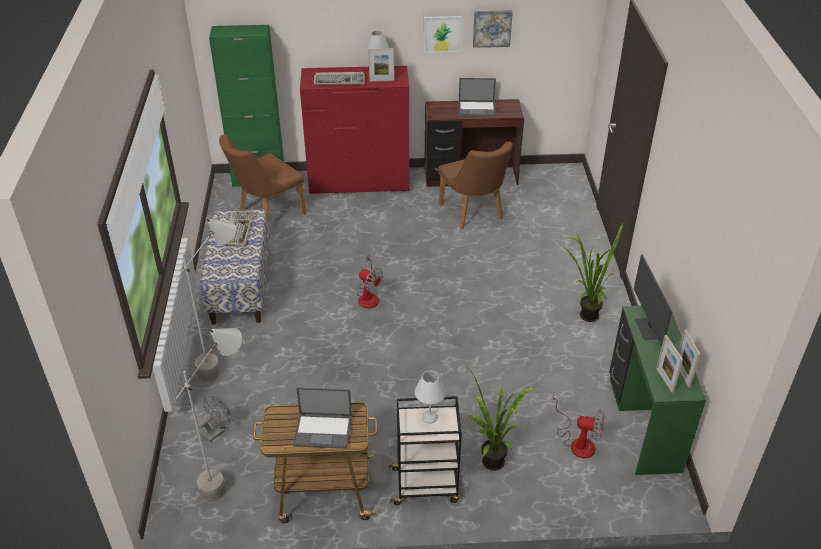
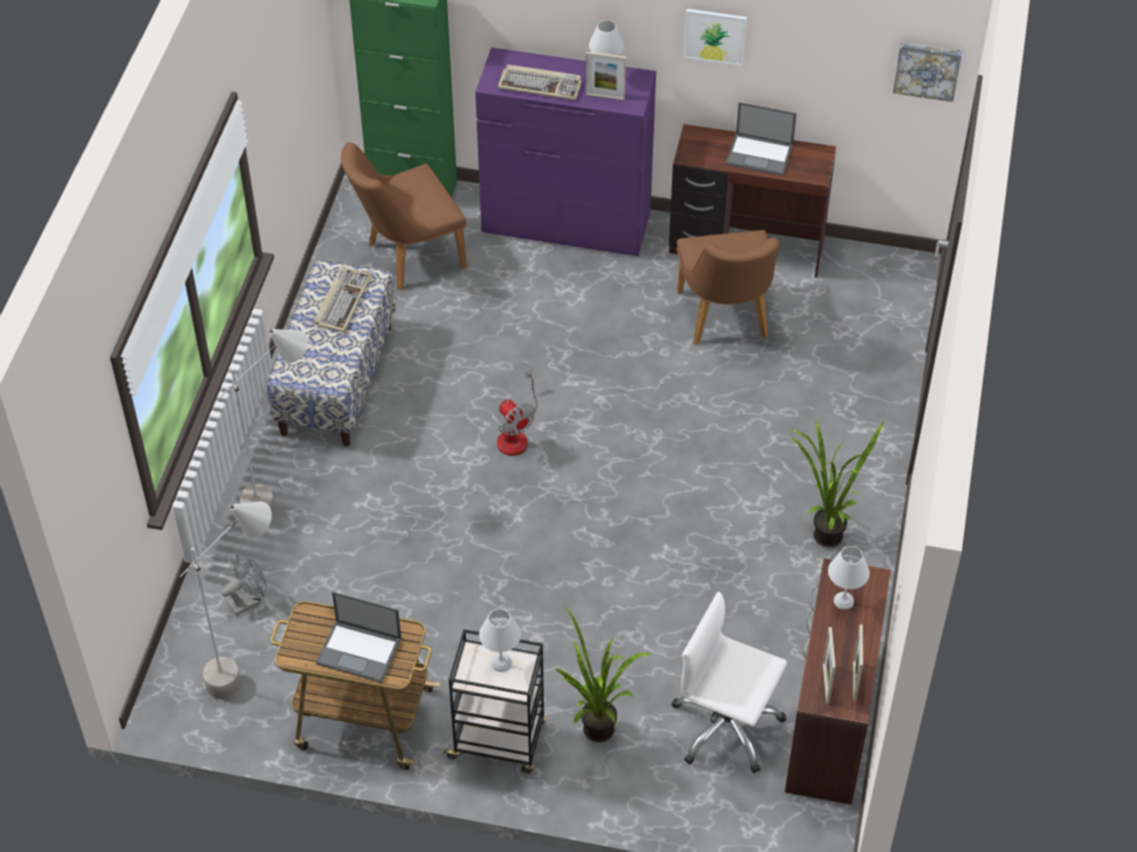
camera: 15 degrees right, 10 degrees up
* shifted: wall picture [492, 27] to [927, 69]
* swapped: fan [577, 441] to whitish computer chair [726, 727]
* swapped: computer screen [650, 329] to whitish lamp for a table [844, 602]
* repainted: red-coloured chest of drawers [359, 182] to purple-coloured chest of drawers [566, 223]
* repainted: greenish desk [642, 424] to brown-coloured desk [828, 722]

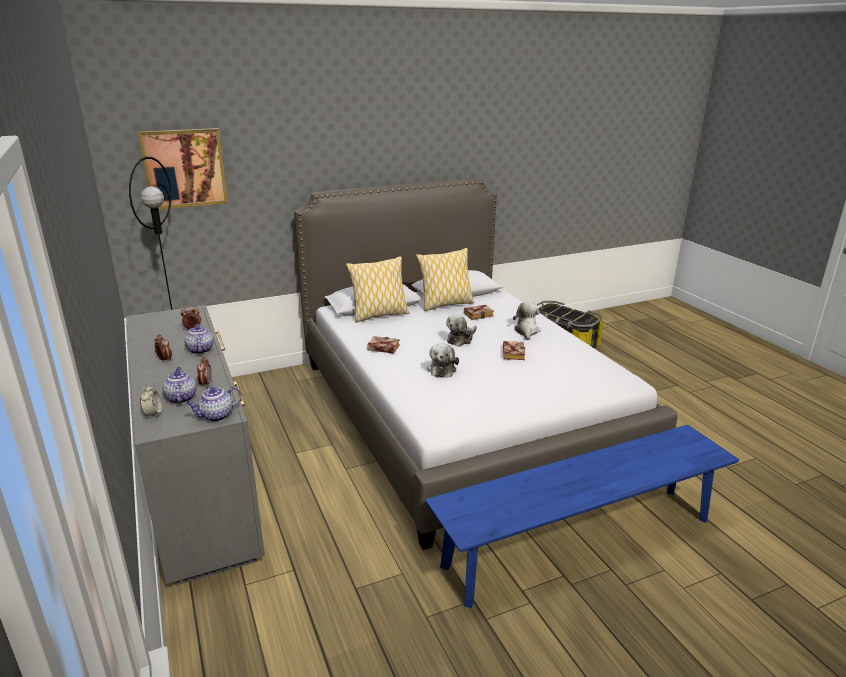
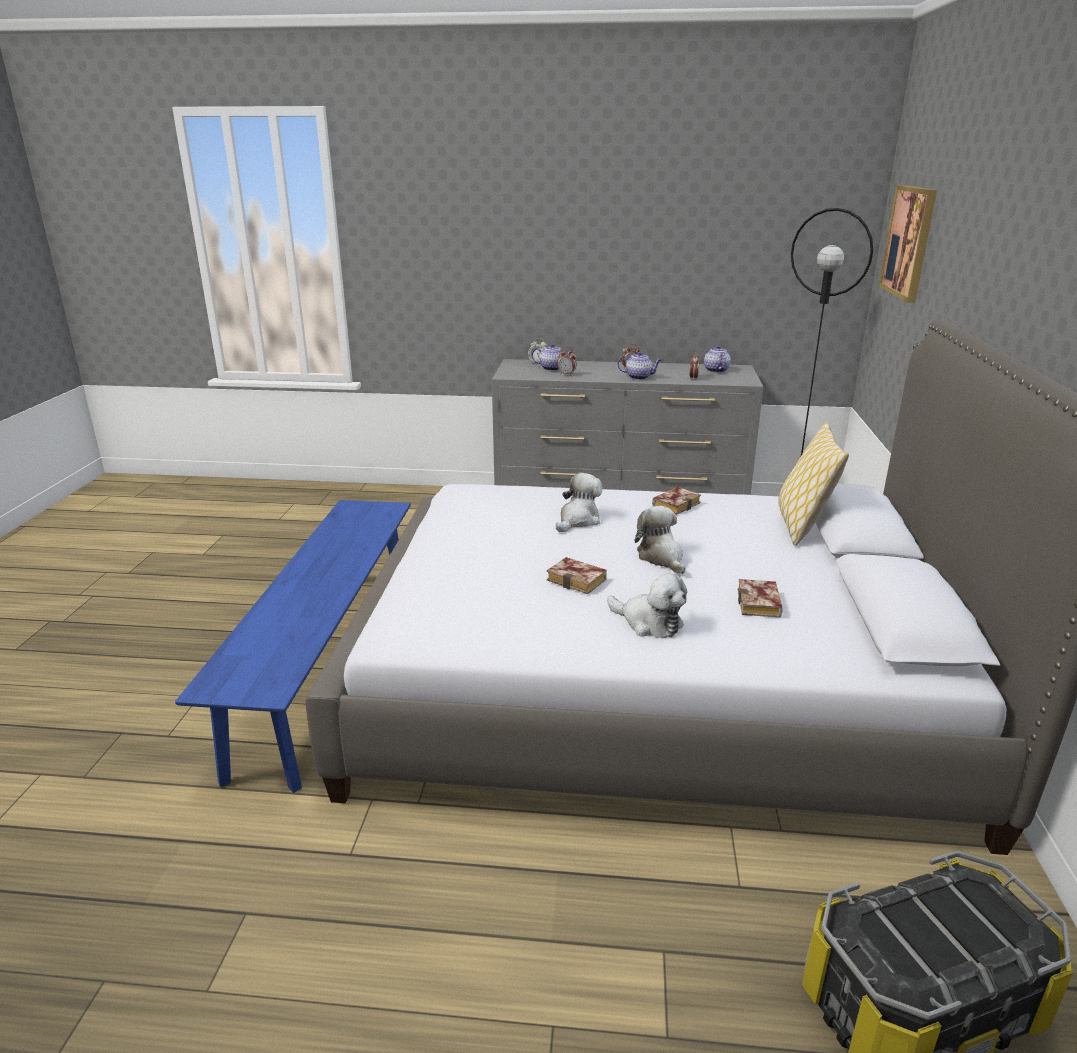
camera: 120 degrees right, 0 degrees up
* gone: pillow [445, 304]
* shifted: pot for tea [216, 416] to [715, 370]
* rotated: soft toy [442, 369] = [578, 520] 90 degrees clockwise

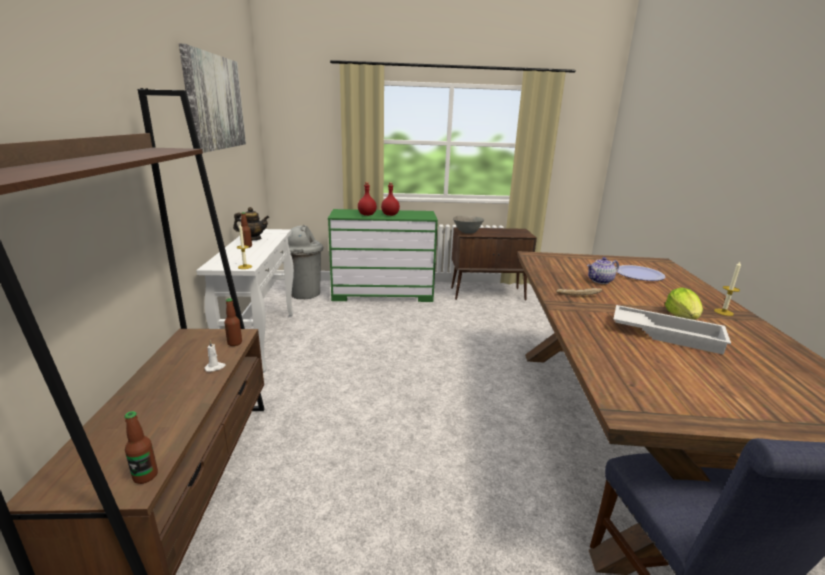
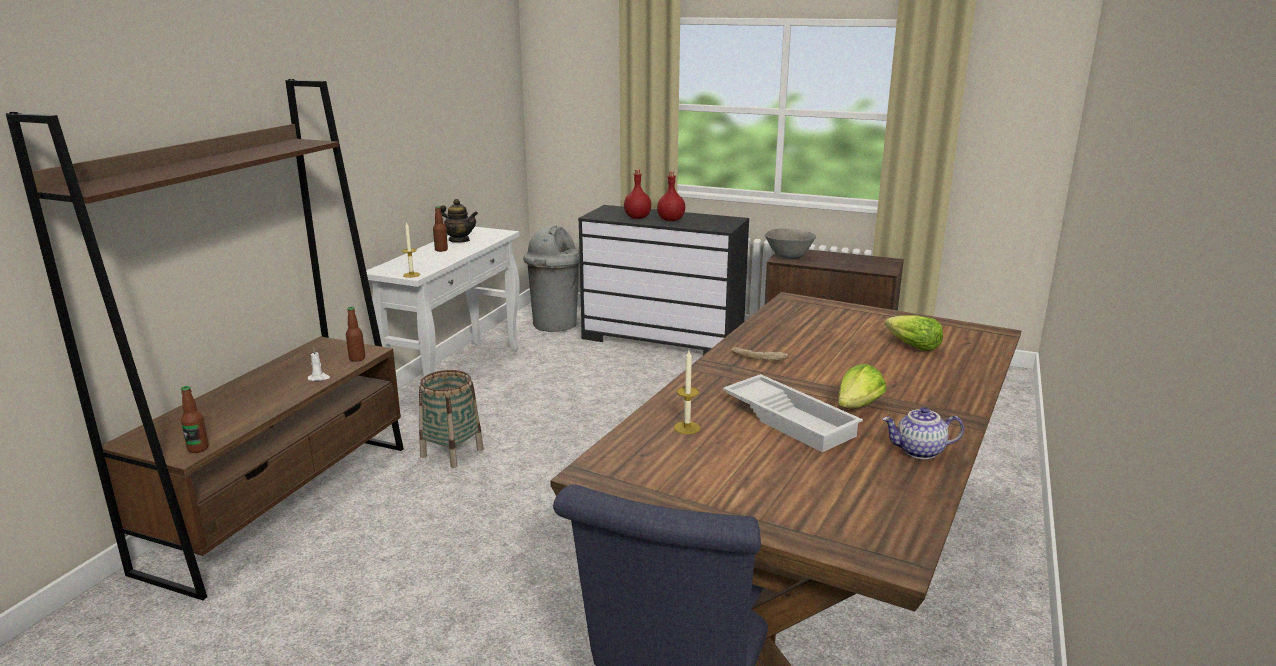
camera: 25 degrees right, 0 degrees up
* gone: wall picture [215, 102]
* new: storage basket [452, 453]
* shifted: pot for tea [600, 281] to [919, 452]
* shifted: wax light [723, 312] to [687, 428]
* swapped: plate [639, 274] to lettuce head [912, 346]
* repainted: greenish chest of drawers [383, 293] to black-coloured chest of drawers [663, 338]

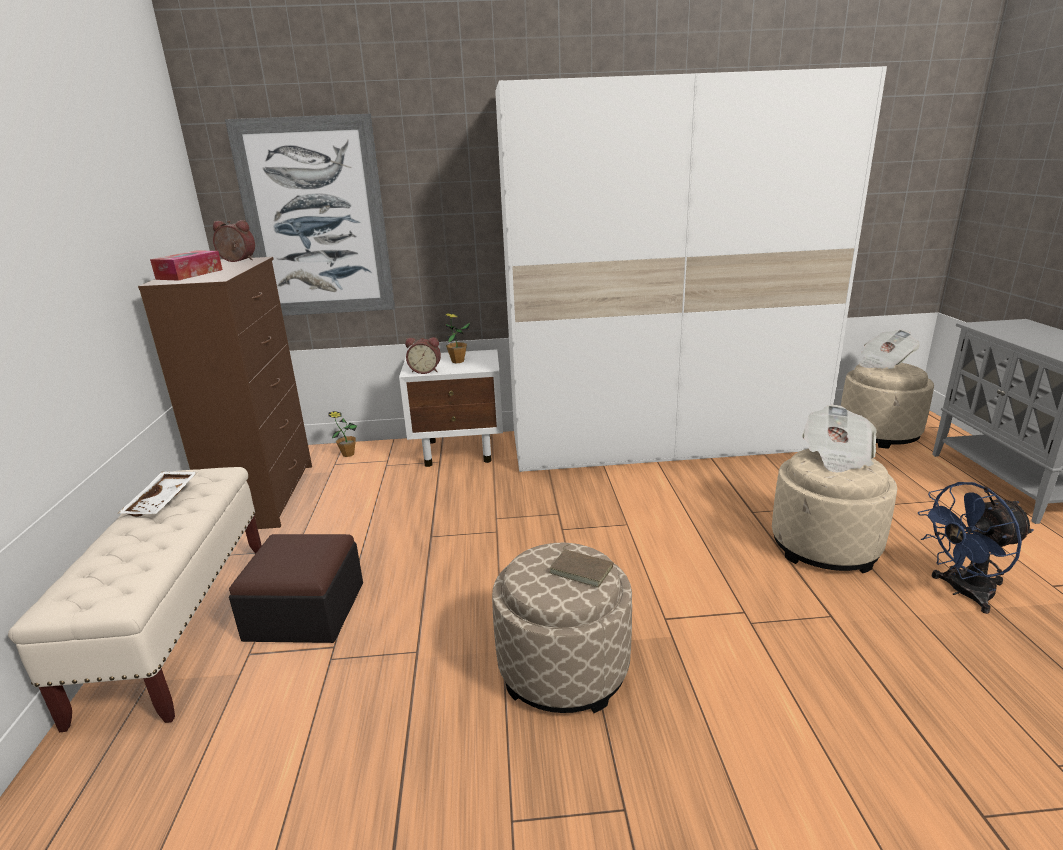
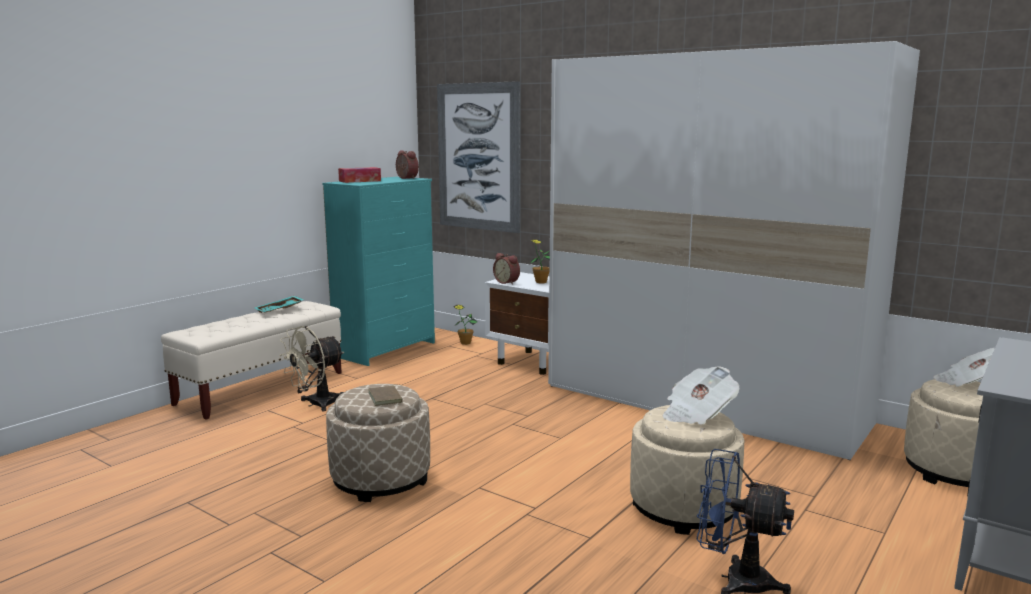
camera: 40 degrees right, 10 degrees down
* swapped: pouffe [305, 611] to sand-coloured fan [316, 404]
* repainted: whitish tray [163, 501] to blue-green tray [280, 310]
* repainted: brown-coloured chest of drawers [266, 496] to blue-green chest of drawers [387, 349]

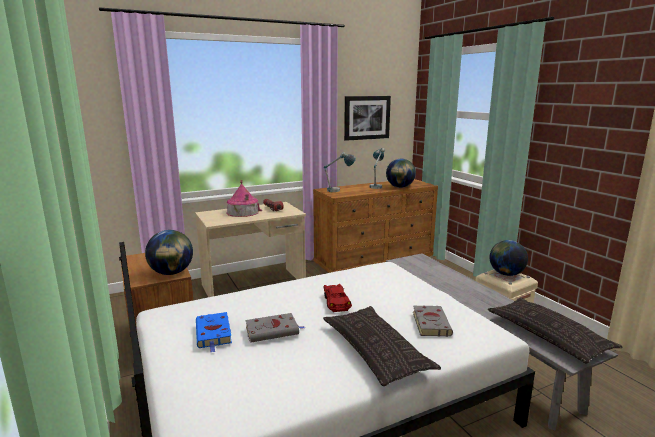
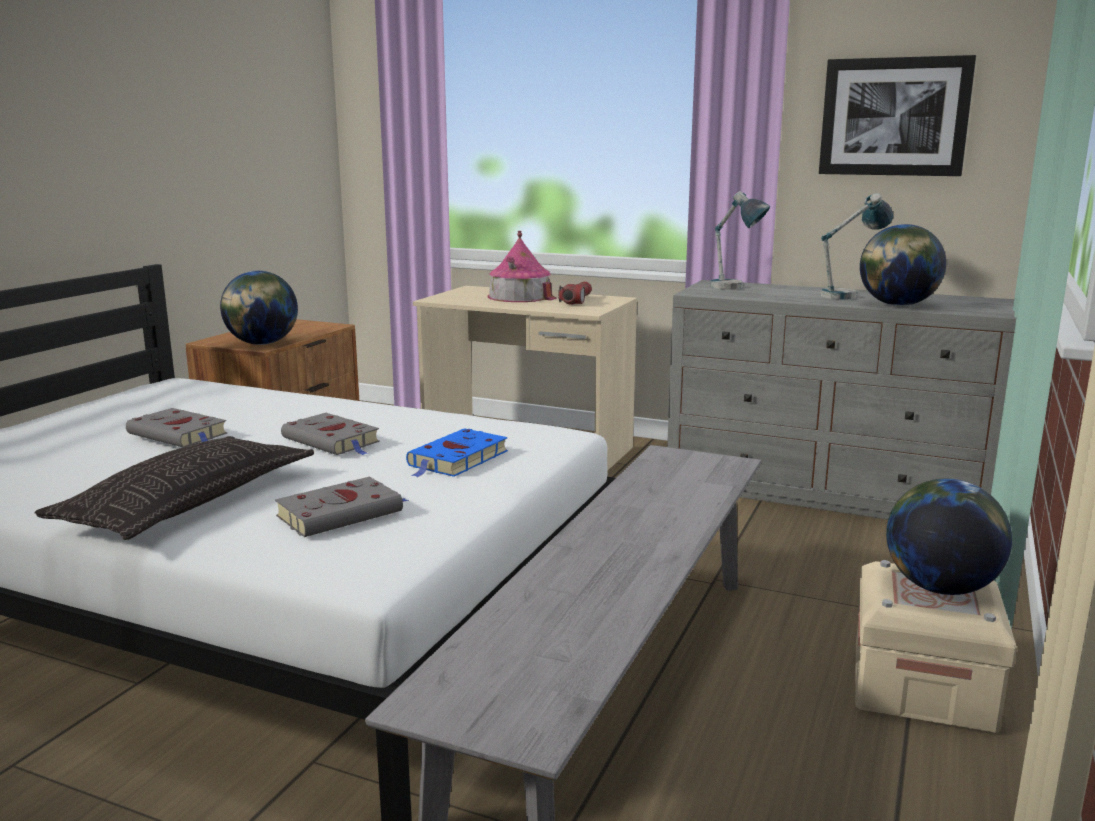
camera: 50 degrees right, 0 degrees up
* gone: pillow [547, 335]
* shifted: blue book [214, 334] to [457, 459]
* swapped: red-coloured model car [336, 302] to gray book [333, 441]
* repainted: brown-coloured chest of drawers [375, 260] to gray chest of drawers [827, 492]

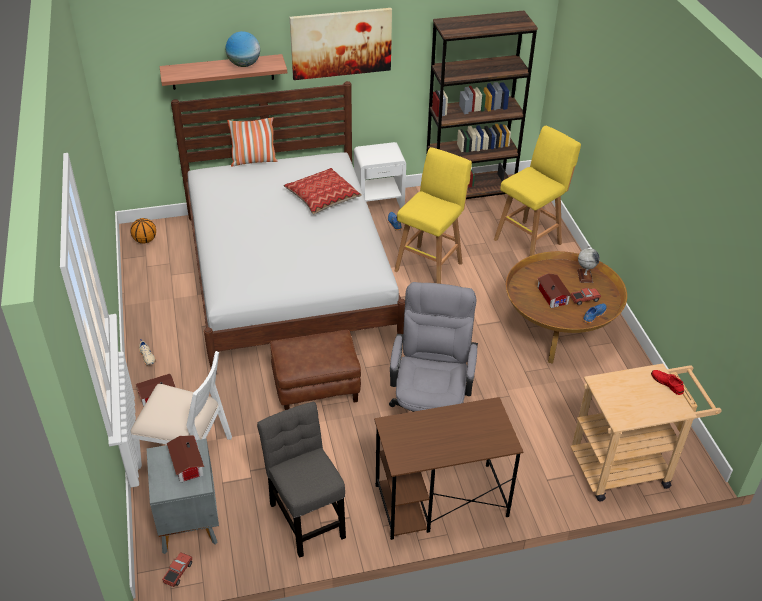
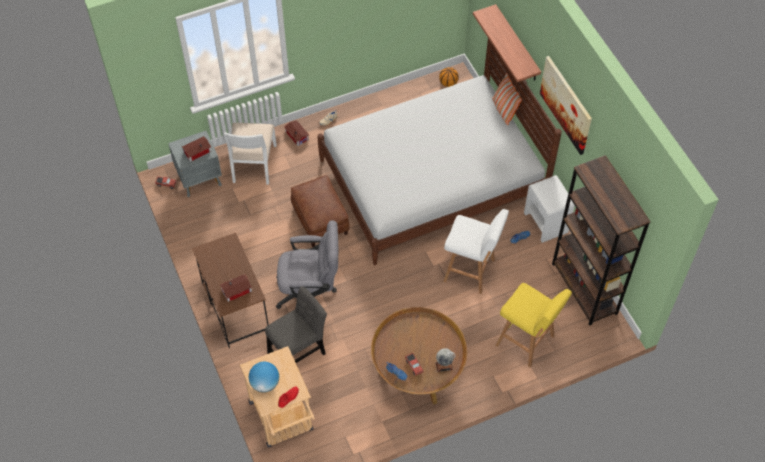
camera: 80 degrees right, 15 degrees up
* gone: pillow [322, 197]
* shifted: globe [244, 64] to [265, 383]
* shifted: gray chair [306, 516] to [299, 352]
* shifted: model house [553, 294] to [237, 291]
* repainted: yellow sitting stool [430, 265] to whitish sitting stool [471, 271]

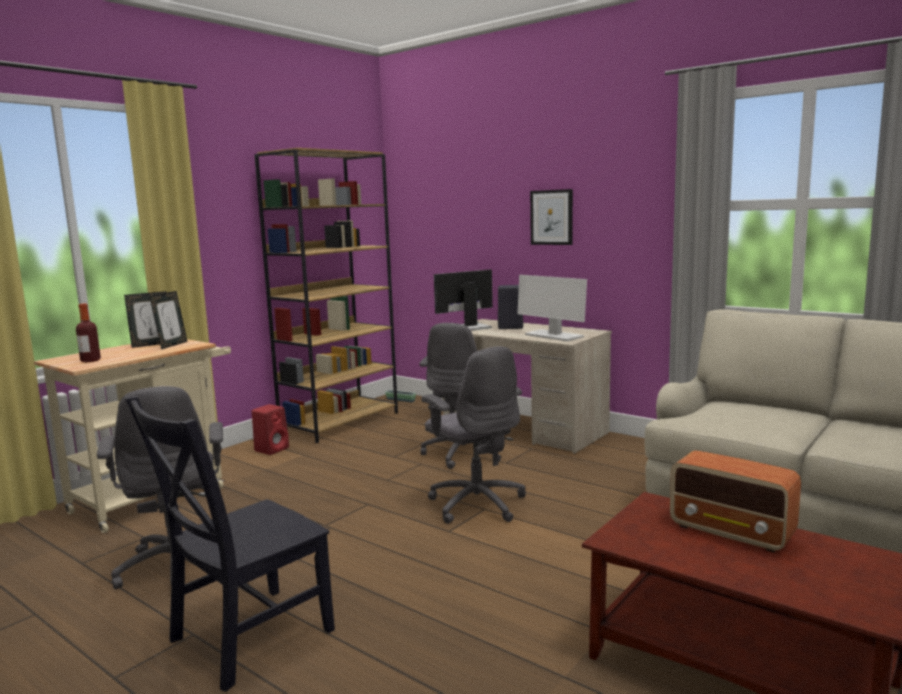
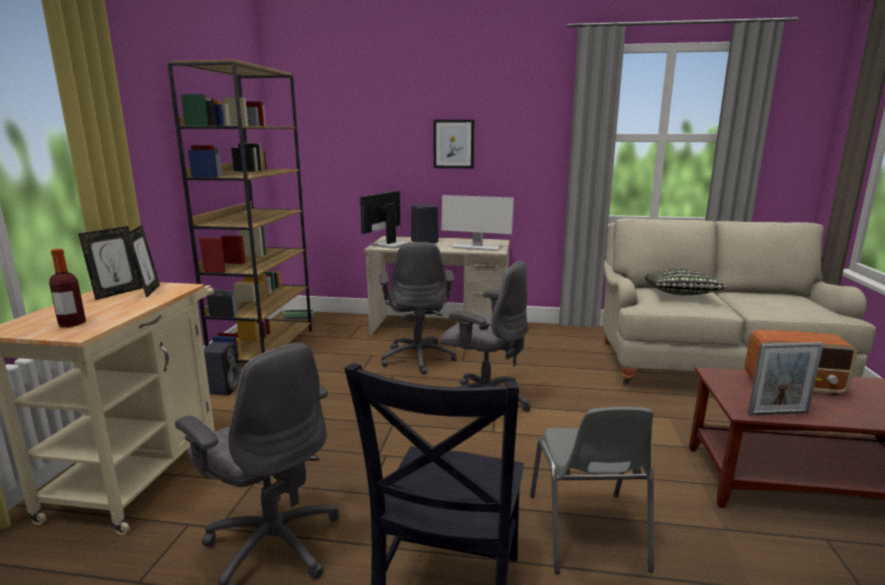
camera: 30 degrees left, 5 degrees up
* new: gray chair [587, 532]
* new: pillow [680, 295]
* new: photo frame [778, 413]
* repainted: red-coloured speaker [272, 449] to black-coloured speaker [223, 388]

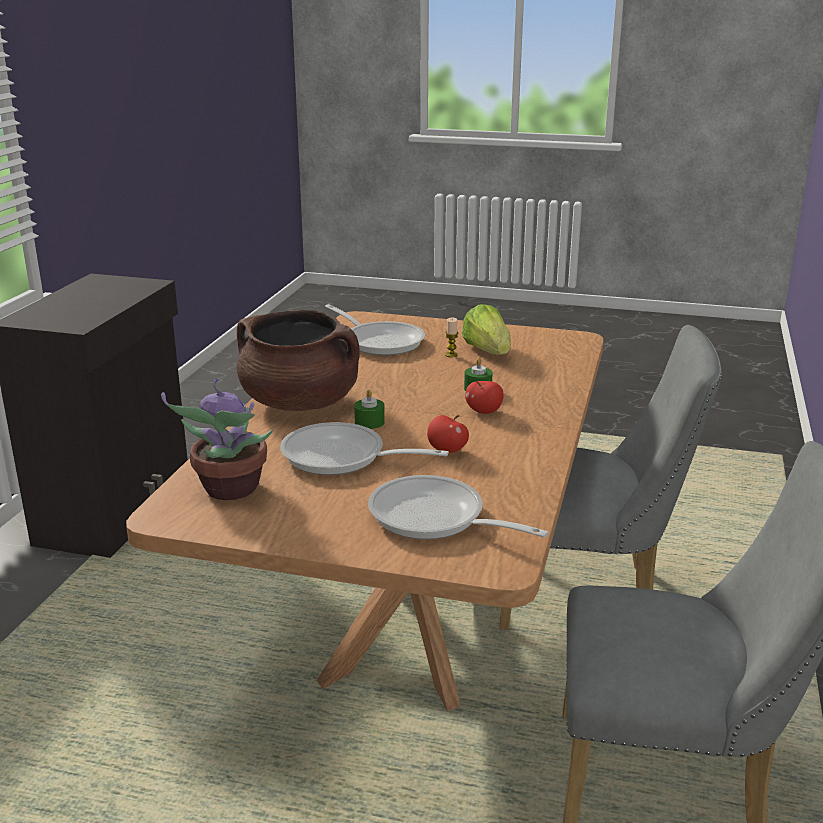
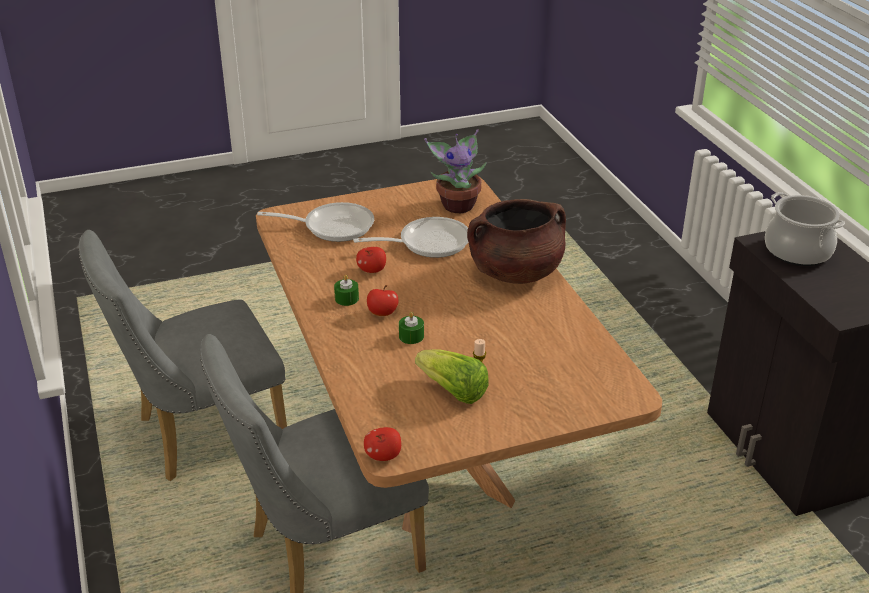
camera: 145 degrees right, 10 degrees up
* gone: pan [380, 341]
* new: whole apple [383, 456]
* new: saucepot [798, 251]
* shifted: greenish wax light [369, 422] to [346, 298]

